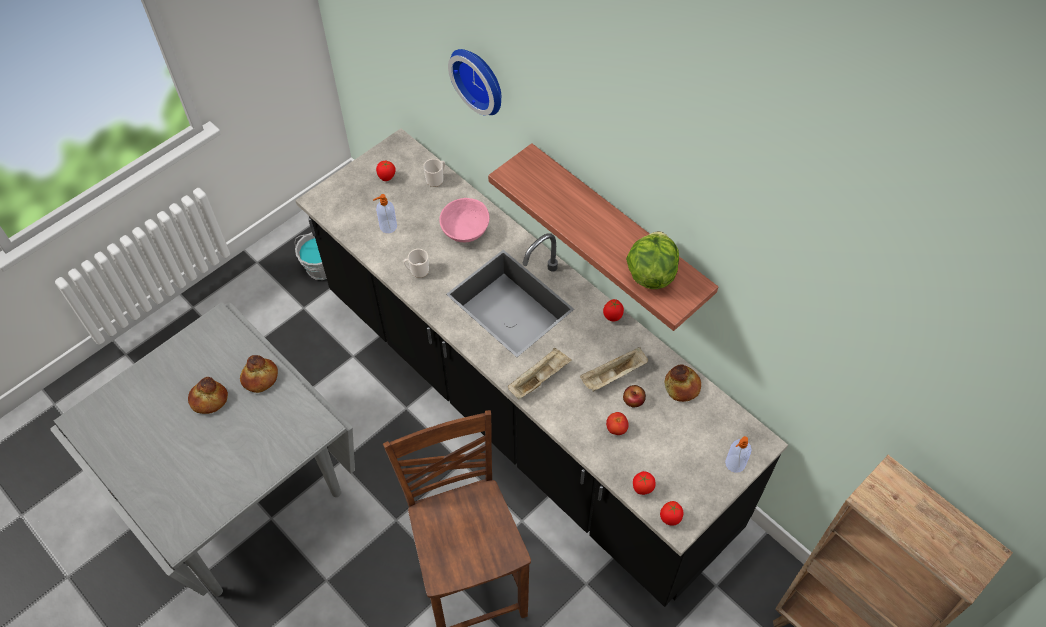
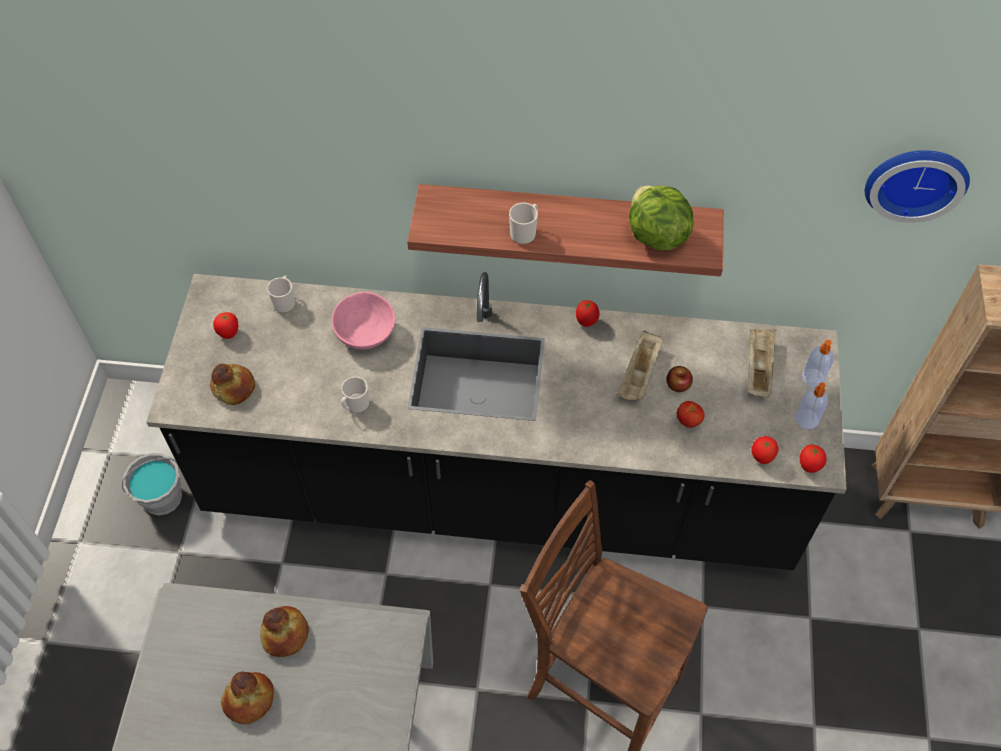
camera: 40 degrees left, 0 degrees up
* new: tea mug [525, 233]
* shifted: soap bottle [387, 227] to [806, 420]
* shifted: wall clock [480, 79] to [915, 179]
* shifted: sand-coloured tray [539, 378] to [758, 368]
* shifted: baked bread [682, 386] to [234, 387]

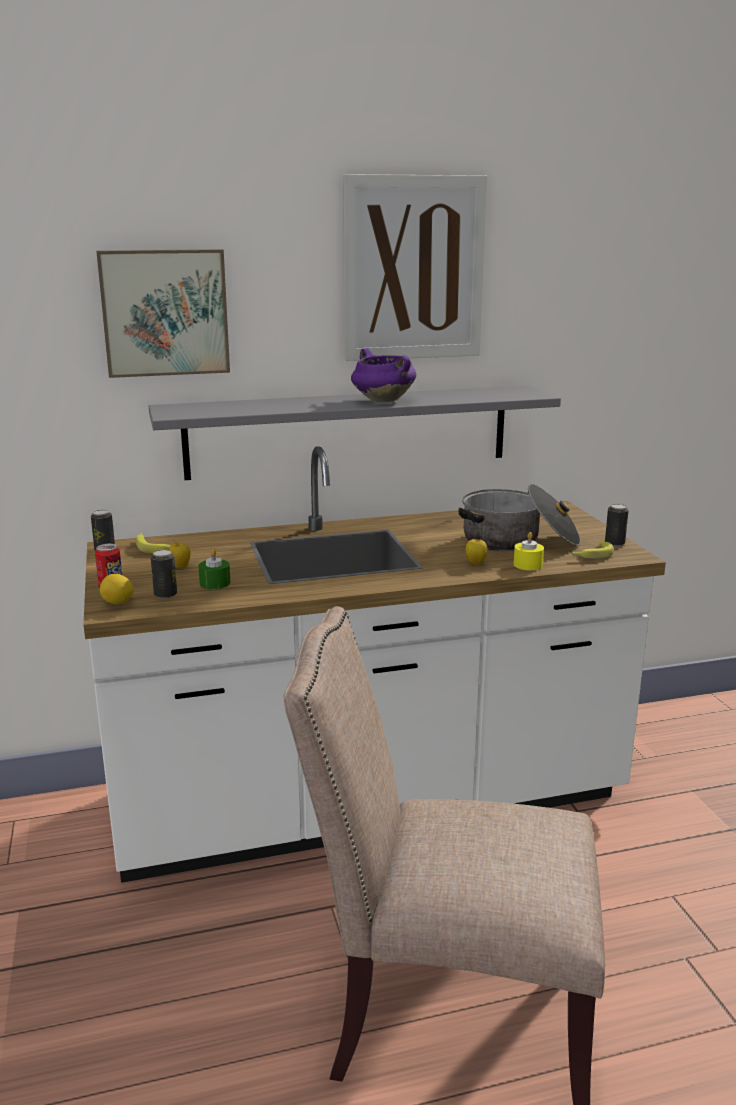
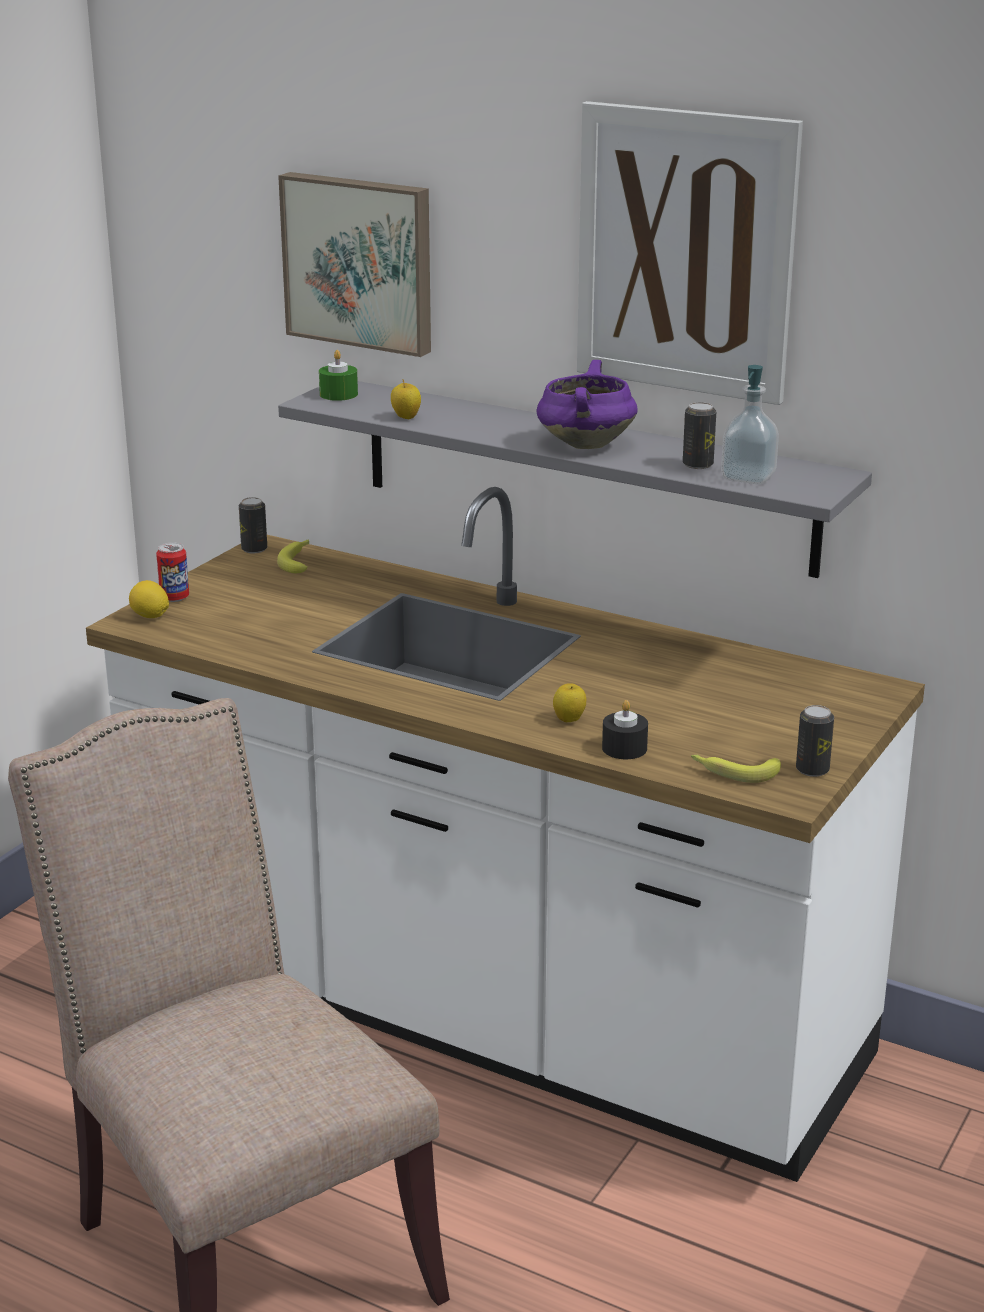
camera: 45 degrees right, 5 degrees up
* gone: saucepot [519, 540]
* new: soap bottle [748, 477]
* shifted: can [165, 595] to [698, 465]
* shifted: whole apple [180, 567] to [406, 417]
* shifted: greenish wax light [215, 583] to [338, 394]
* repainted: yellow wax light [528, 565] to black-coloured wax light [624, 748]

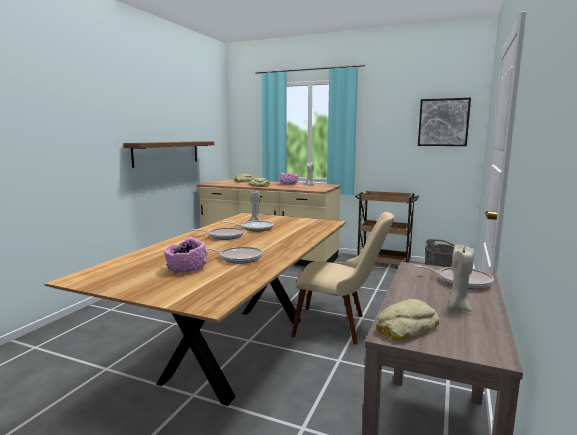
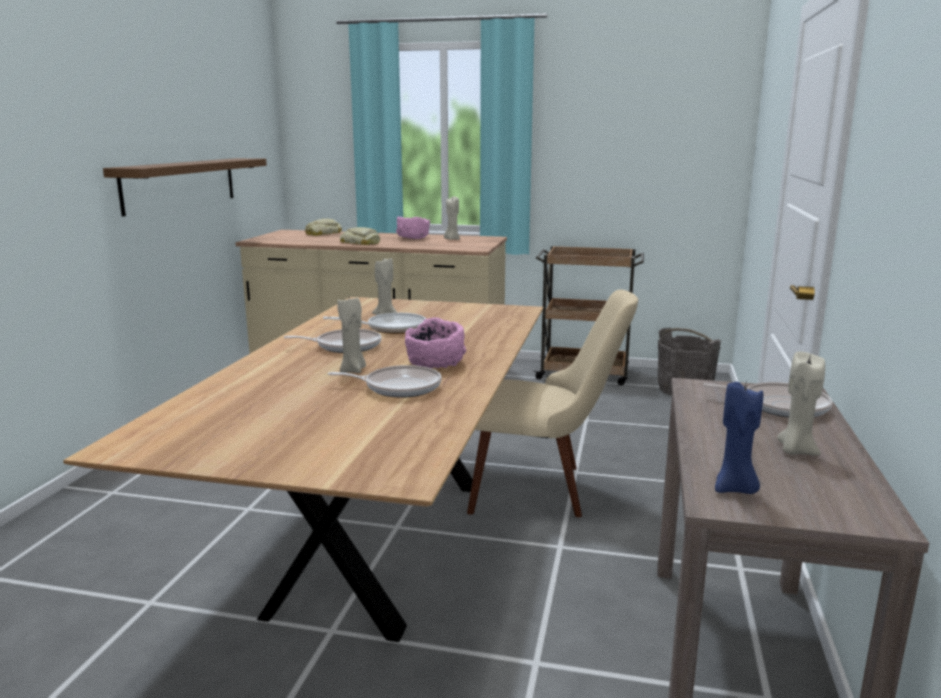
camera: 10 degrees left, 5 degrees up
* gone: wall picture [443, 122]
* new: sand-coloured wax light [353, 370]
* shifted: pinkish serving bowl [187, 269] to [435, 363]
* swapped: baked bread [405, 327] to blue wax light [735, 489]

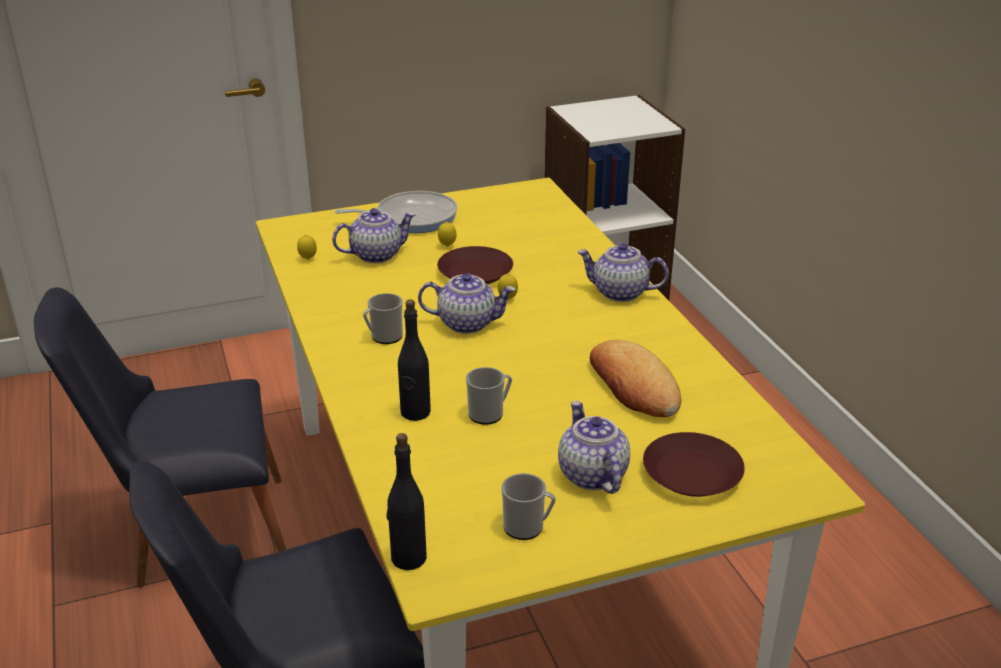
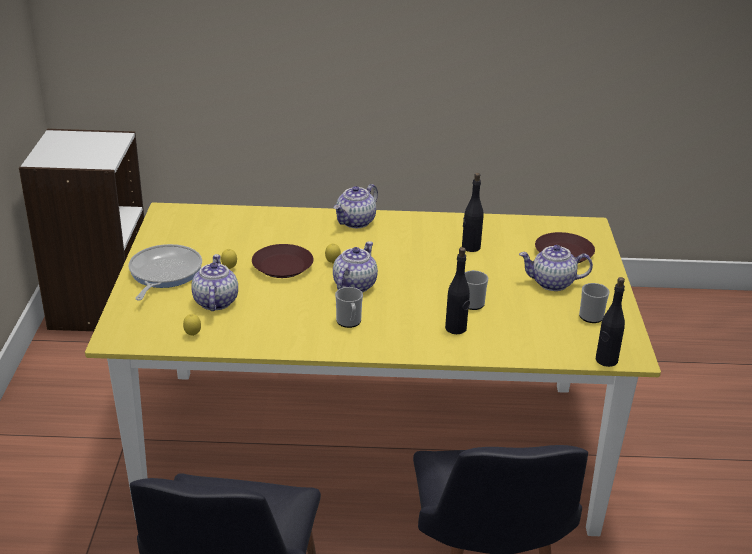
camera: 70 degrees left, 0 degrees up
* swapped: baked bread [634, 387] to black-coloured drink bottle [470, 247]

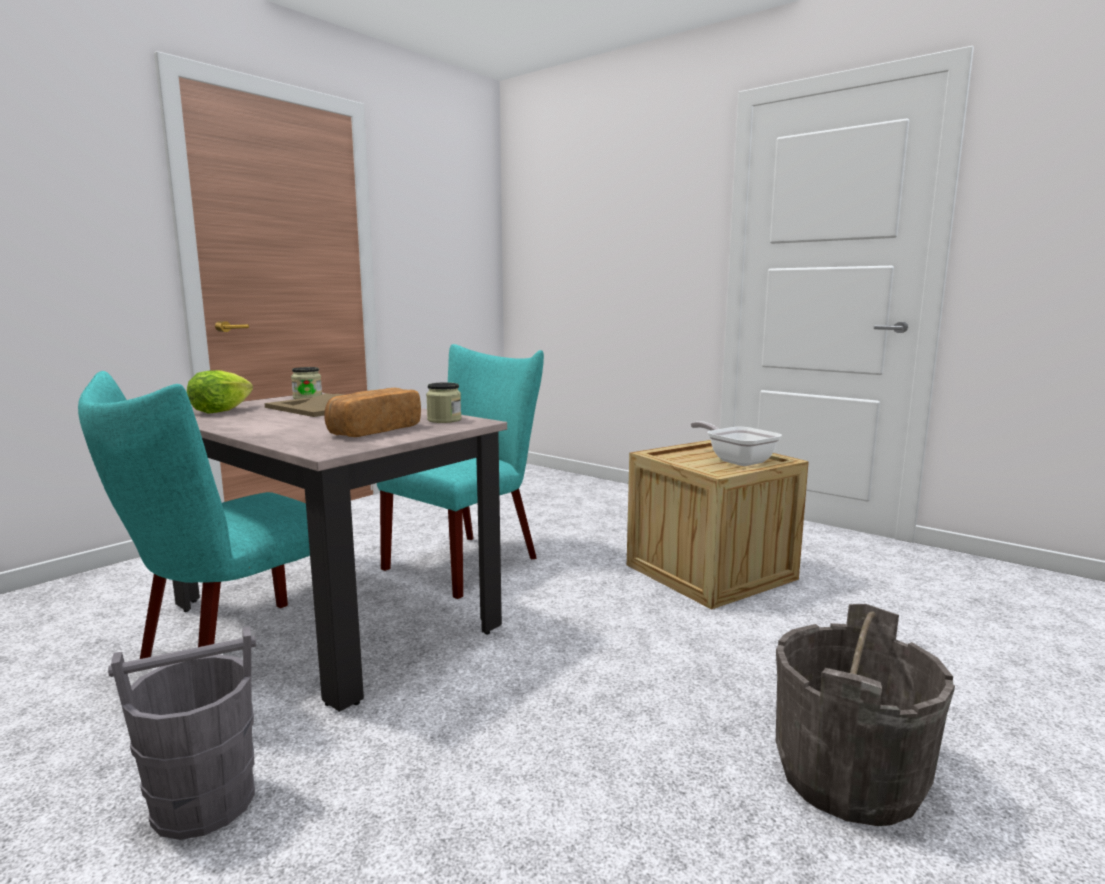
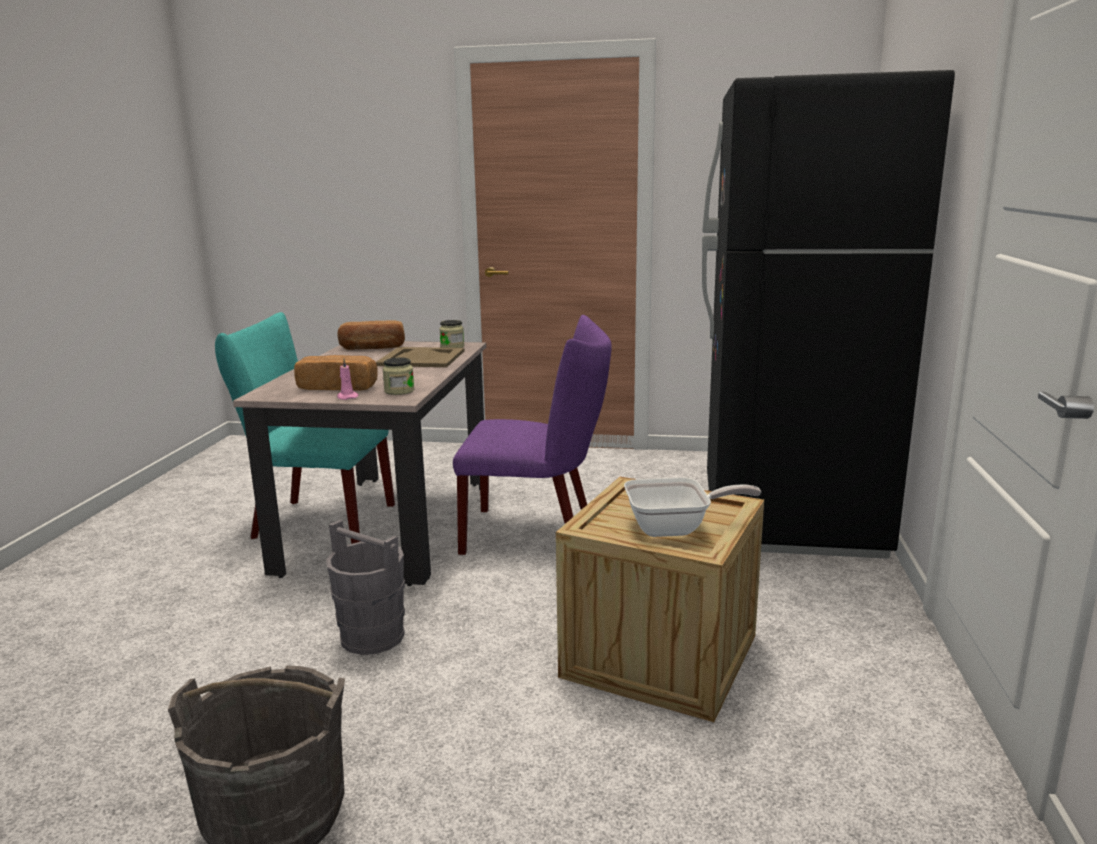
camera: 60 degrees right, 5 degrees up
* new: pinkish wax light [347, 397]
* new: black-coloured kitchen fridge [789, 516]
* shifted: gray pail [202, 802] to [372, 636]
* swapped: lettuce head [220, 411] to baked bread [372, 348]
* repainted: blue-green chair [469, 561] to purple-coloured chair [537, 533]
* rotated: pan [736, 460] = [675, 529] 60 degrees clockwise

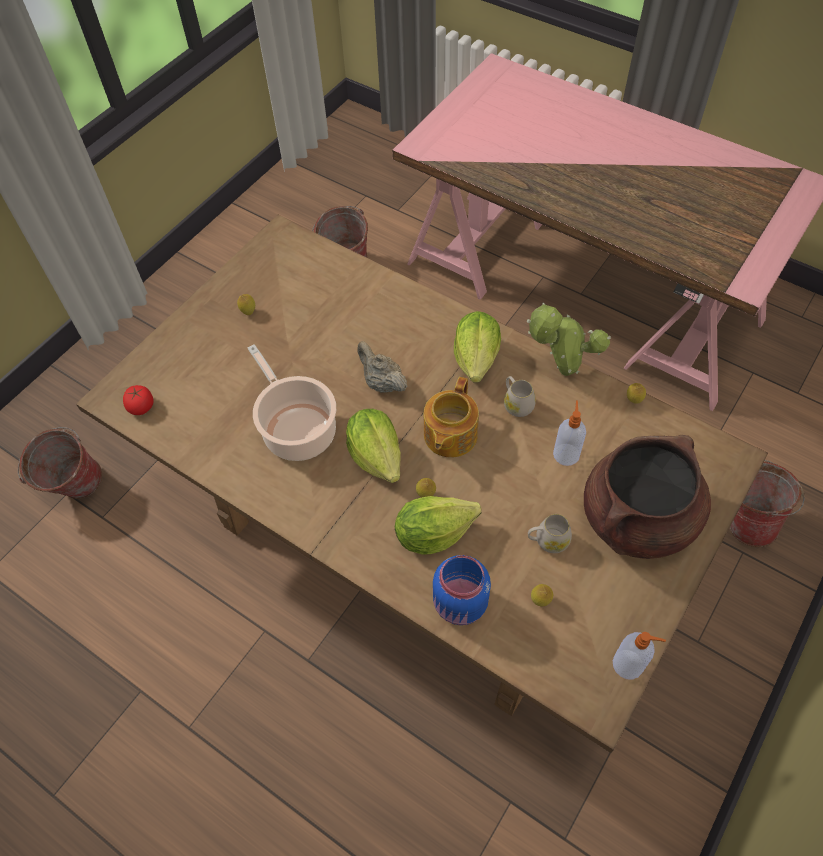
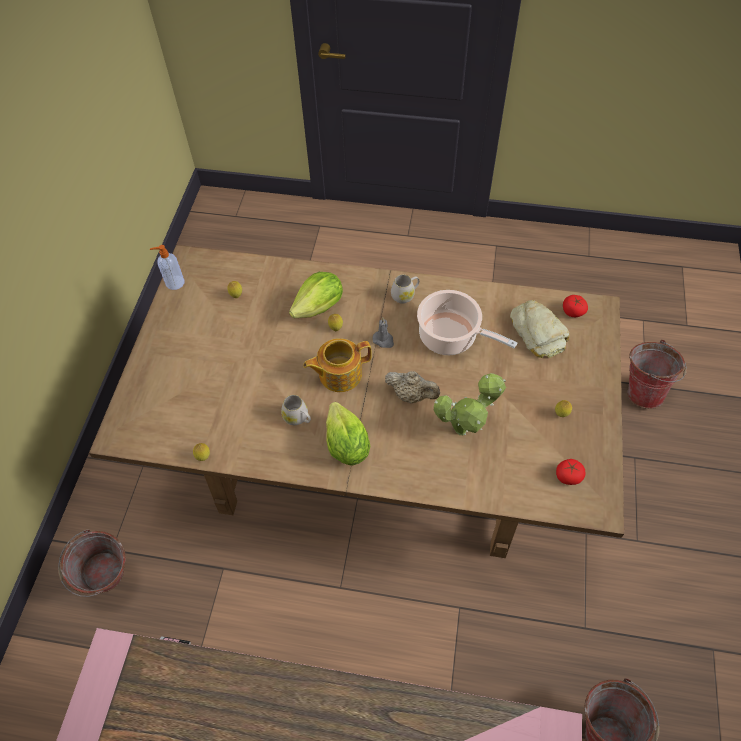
camera: 155 degrees right, 0 degrees up
* gone: blue jar [460, 605]
* gone: soap bottle [566, 453]
* gone: brown-coloured saucepot [637, 519]
* new: baked bread [538, 333]
* new: whole tomato [568, 476]
* shifted: plant in a pot [560, 371] to [464, 429]
* shifted: whitish tea mug [547, 540] to [405, 295]
* swapped: lettuce head [376, 456] to gray wax light [383, 340]
* rotated: pot for tea [449, 435] = [339, 374] 105 degrees counterclockwise

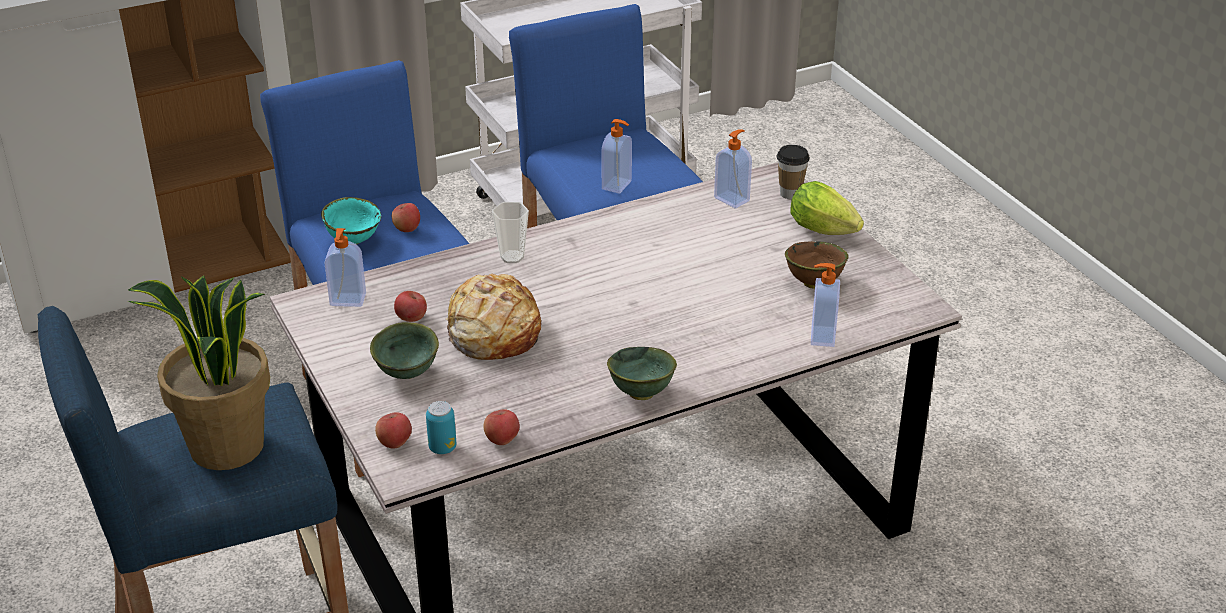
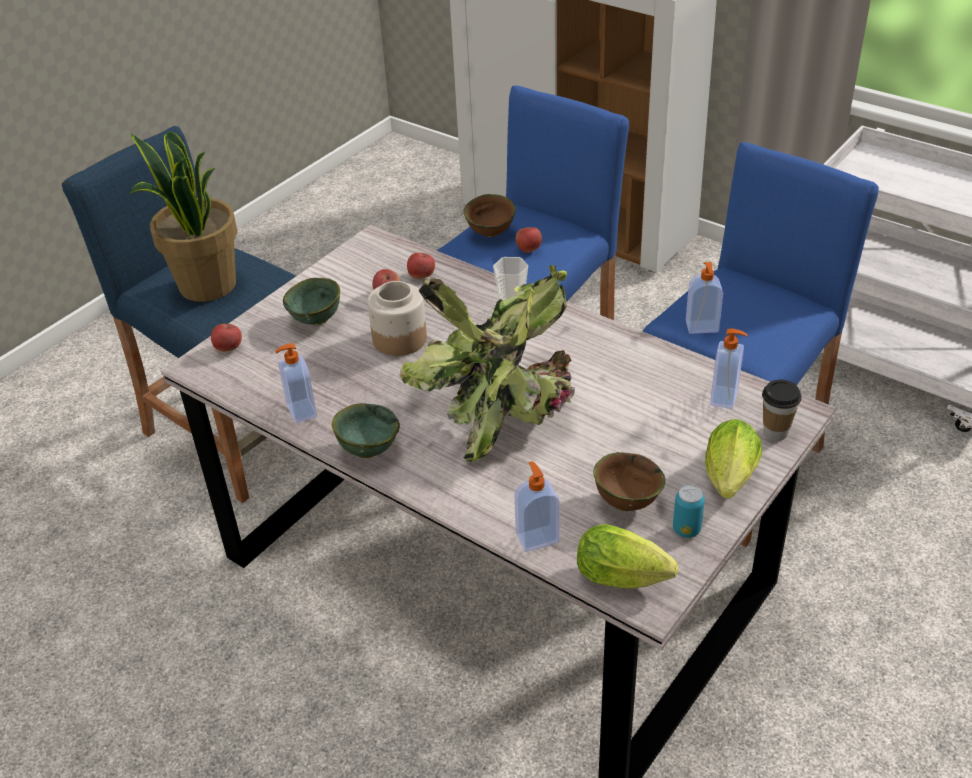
camera: 65 degrees right, 5 degrees up
* new: plant in a pot [502, 407]
* new: lettuce head [626, 578]
* shifted: soap bottle [348, 300] to [300, 411]
* shifted: can [442, 448] to [686, 529]
* shifted: whole apple [502, 439] to [421, 276]
* swapped: baked bread [493, 332] to jar [399, 339]
* repainted: blue-green serving bowl [354, 240] to brown-coloured serving bowl [491, 233]

